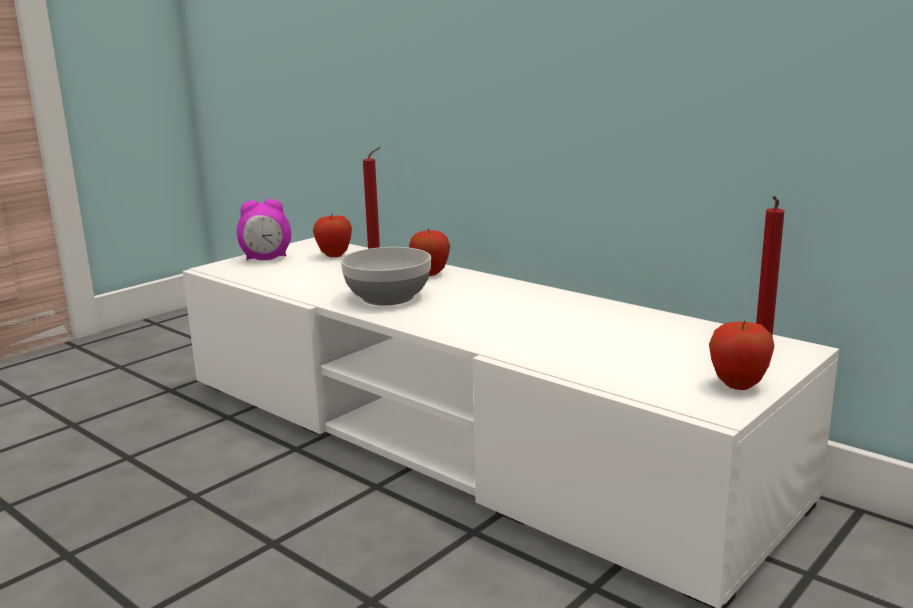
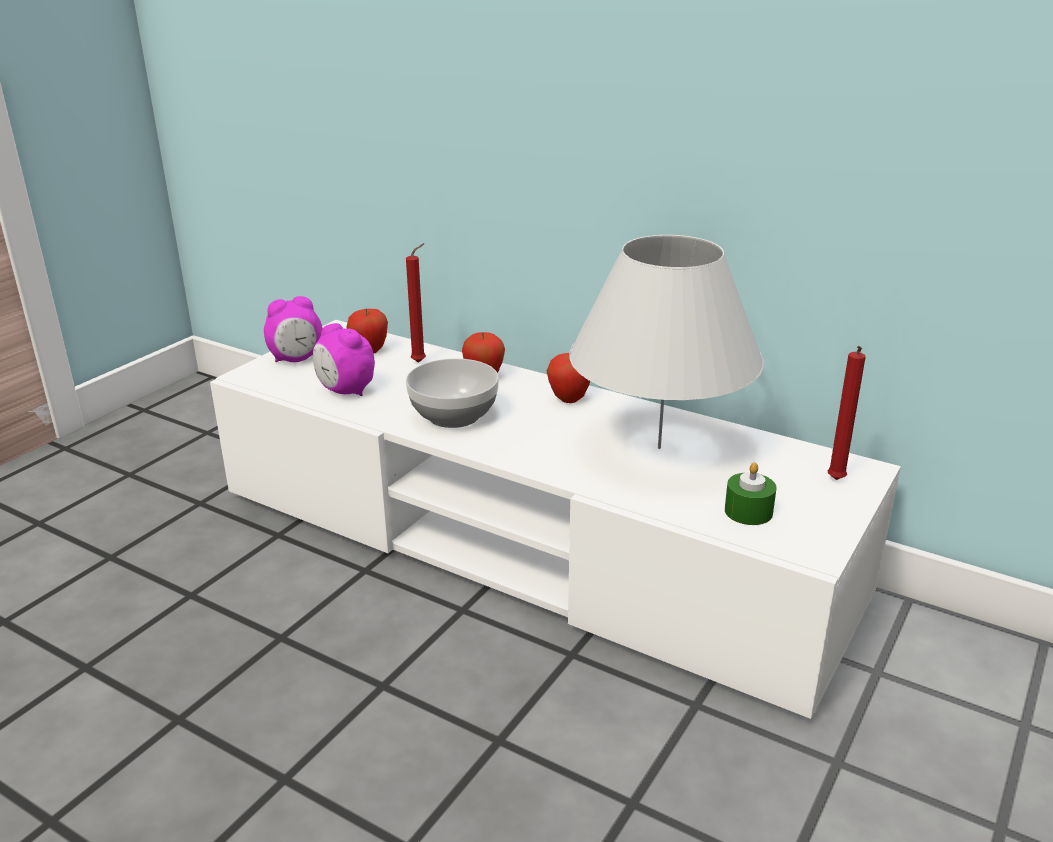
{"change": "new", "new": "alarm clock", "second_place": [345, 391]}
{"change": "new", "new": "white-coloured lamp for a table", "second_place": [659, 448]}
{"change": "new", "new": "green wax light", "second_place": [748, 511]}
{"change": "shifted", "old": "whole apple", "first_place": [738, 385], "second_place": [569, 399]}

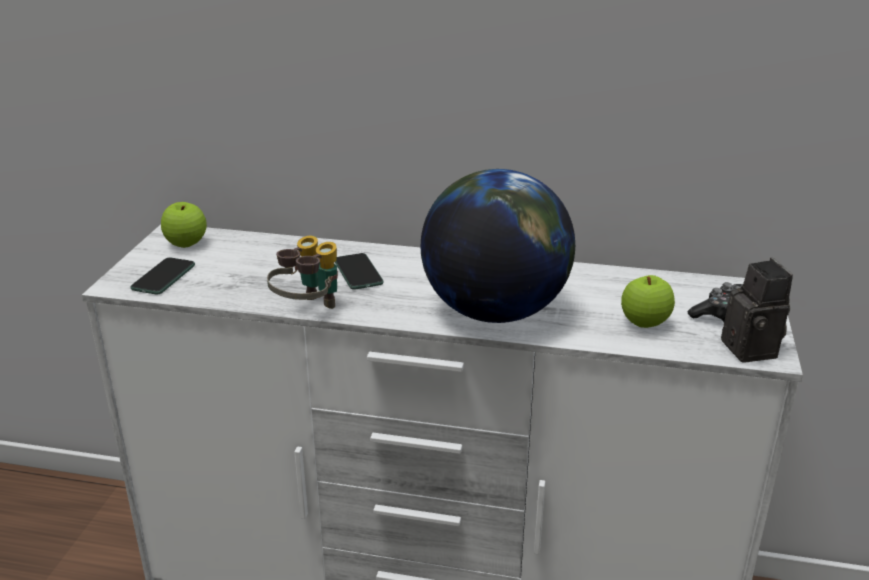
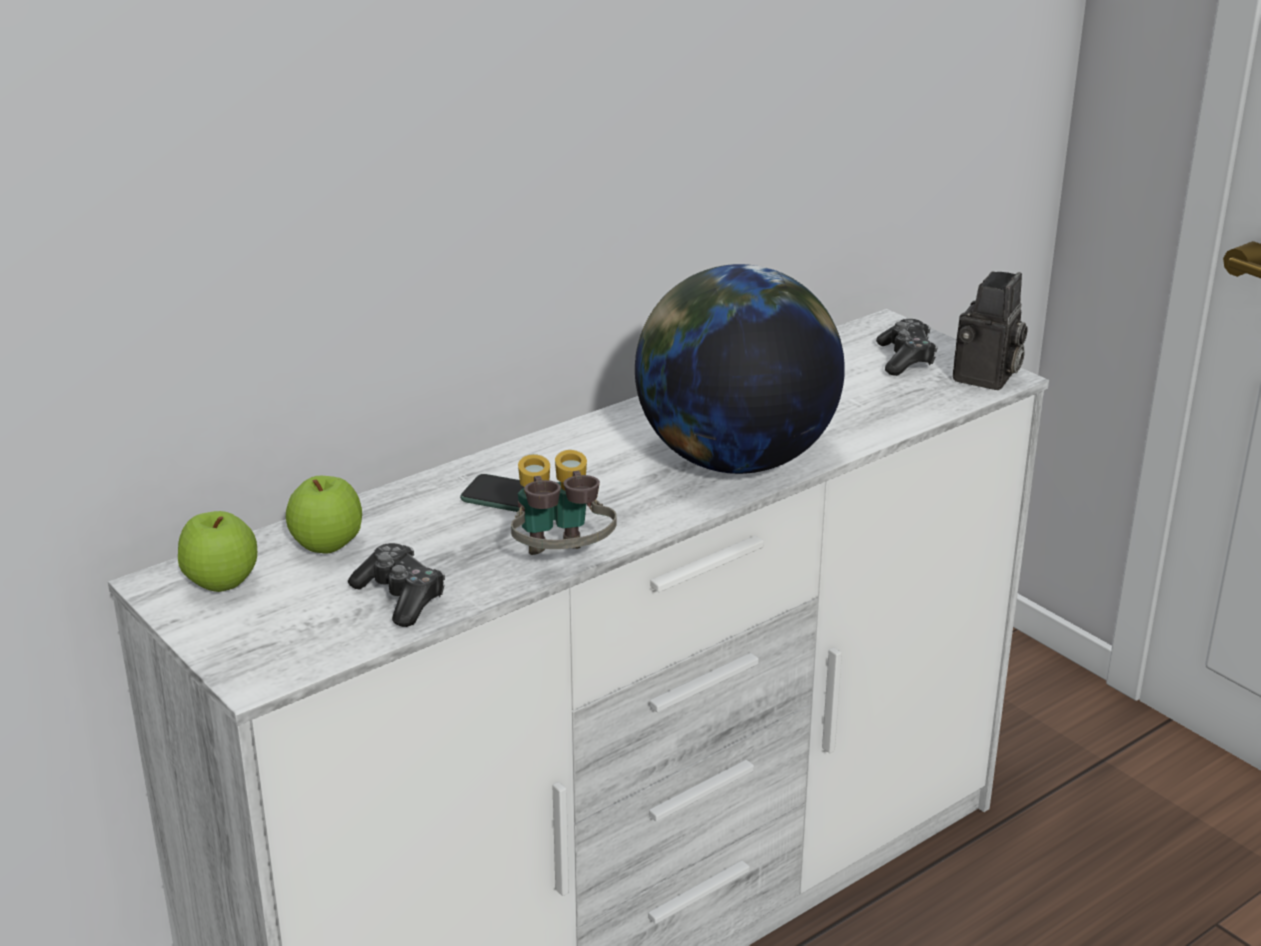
{"change": "gone", "old": "handset", "first_place": [163, 277]}
{"change": "new", "new": "gamepad", "second_place": [401, 597]}
{"change": "shifted", "old": "whole apple", "first_place": [644, 323], "second_place": [327, 546]}
{"change": "rotated", "old": "photo camera", "first_place": [754, 350], "second_place": [986, 378], "degrees": 90}

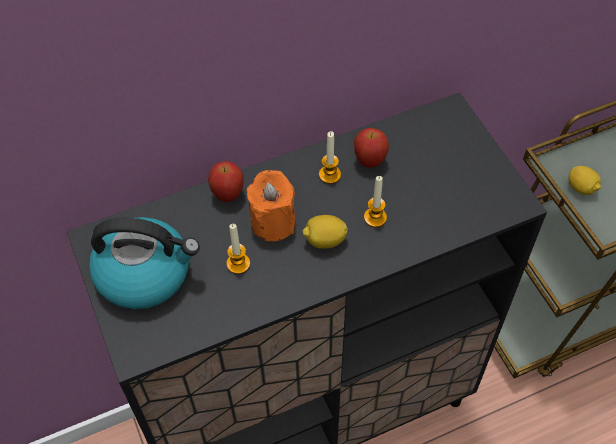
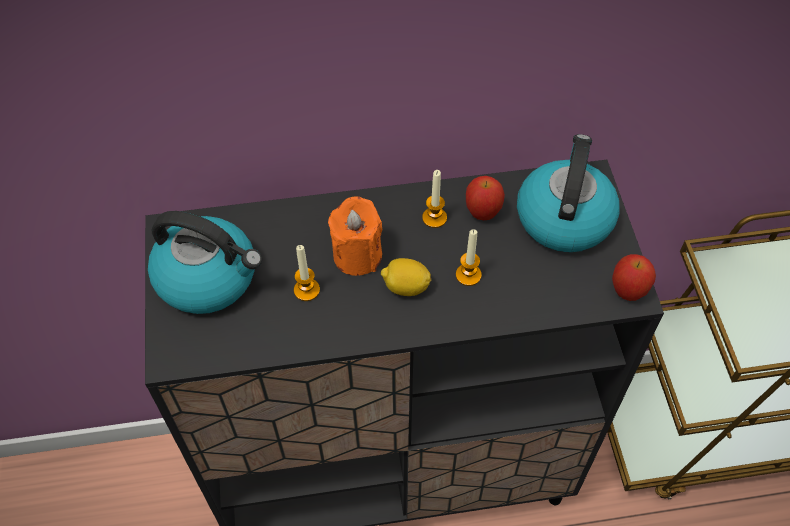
{"change": "gone", "old": "lemon", "first_place": [581, 188]}
{"change": "new", "new": "tea kettle", "second_place": [563, 217]}
{"change": "shifted", "old": "whole apple", "first_place": [228, 195], "second_place": [627, 291]}

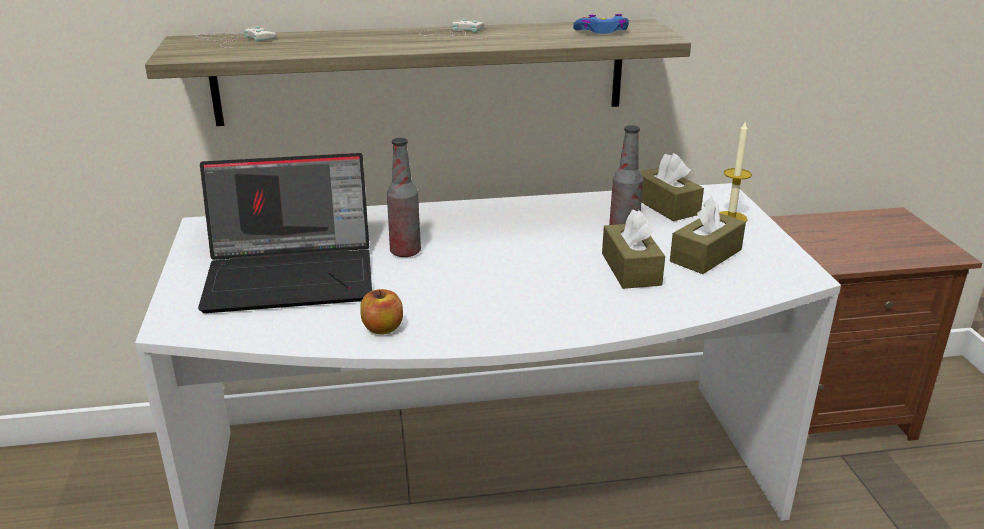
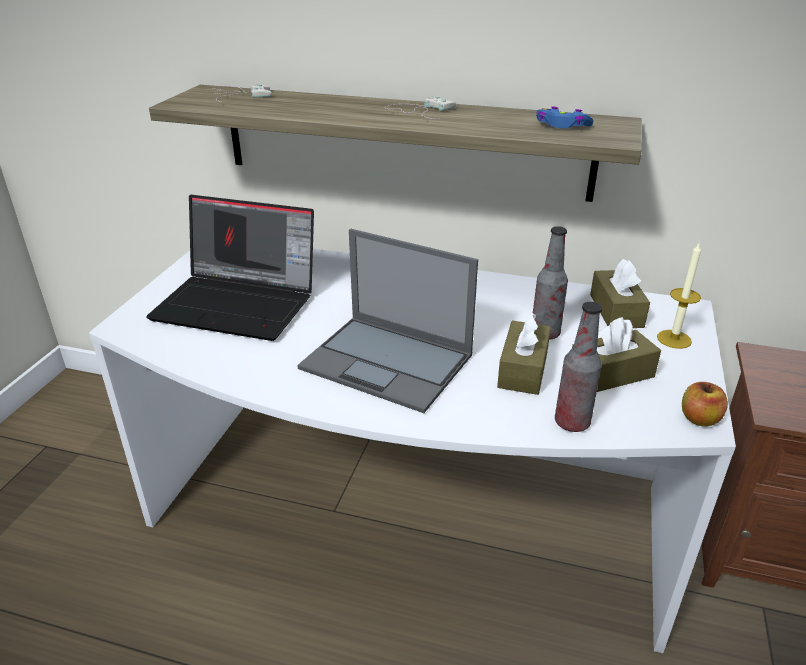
{"change": "new", "new": "laptop", "second_place": [388, 362]}
{"change": "shifted", "old": "whole apple", "first_place": [383, 328], "second_place": [699, 419]}
{"change": "shifted", "old": "beverage bottle", "first_place": [405, 252], "second_place": [572, 423]}

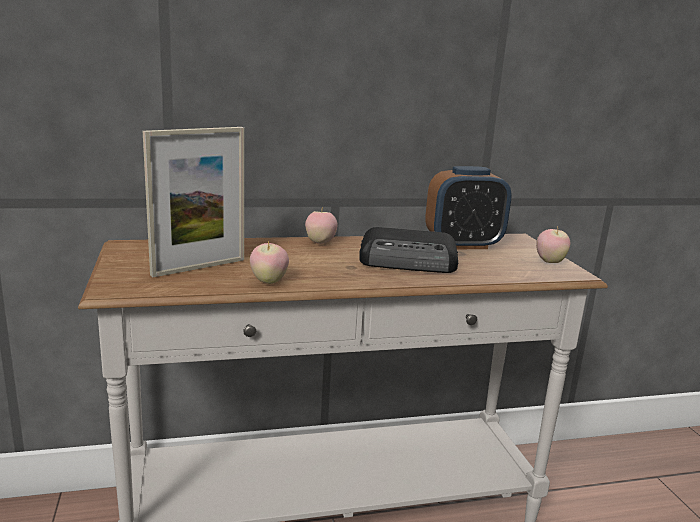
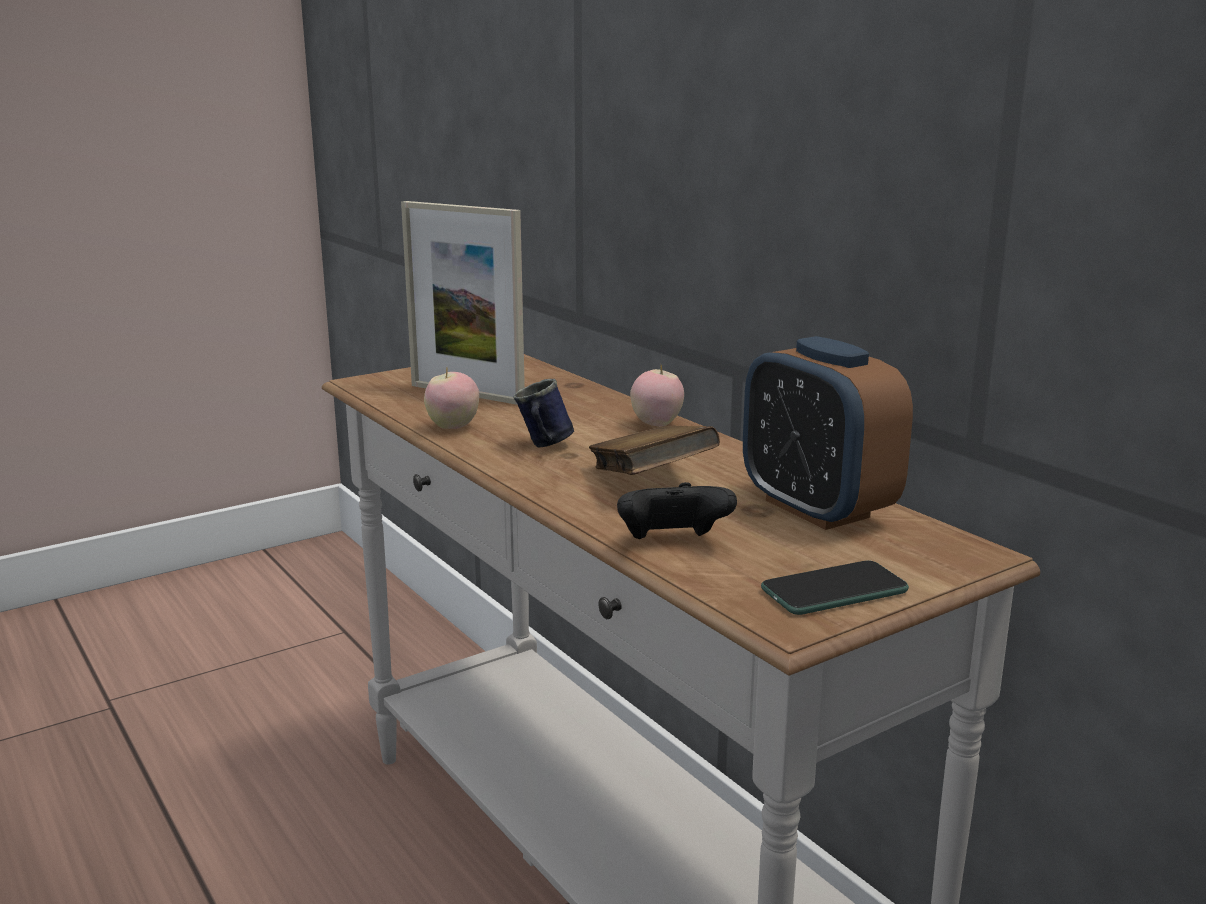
{"change": "new", "new": "blue-coloured mug", "second_place": [543, 447]}
{"change": "new", "new": "black-coloured gamepad", "second_place": [672, 544]}
{"change": "swapped", "old": "radio receiver", "new": "brownish bound book", "first_place": [409, 261], "second_place": [650, 482]}
{"change": "swapped", "old": "whole apple", "new": "handset", "first_place": [550, 261], "second_place": [834, 590]}

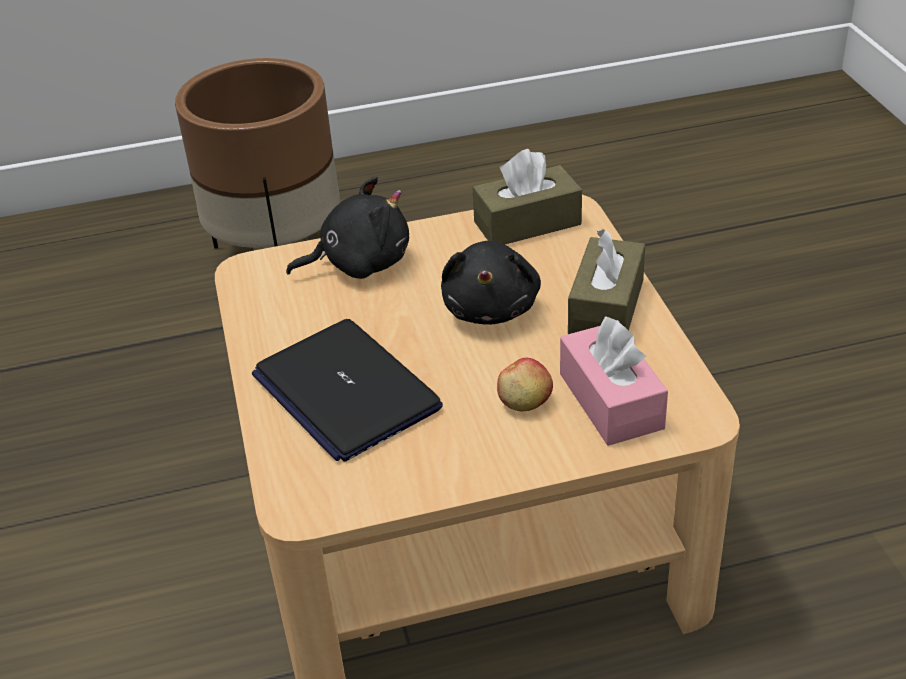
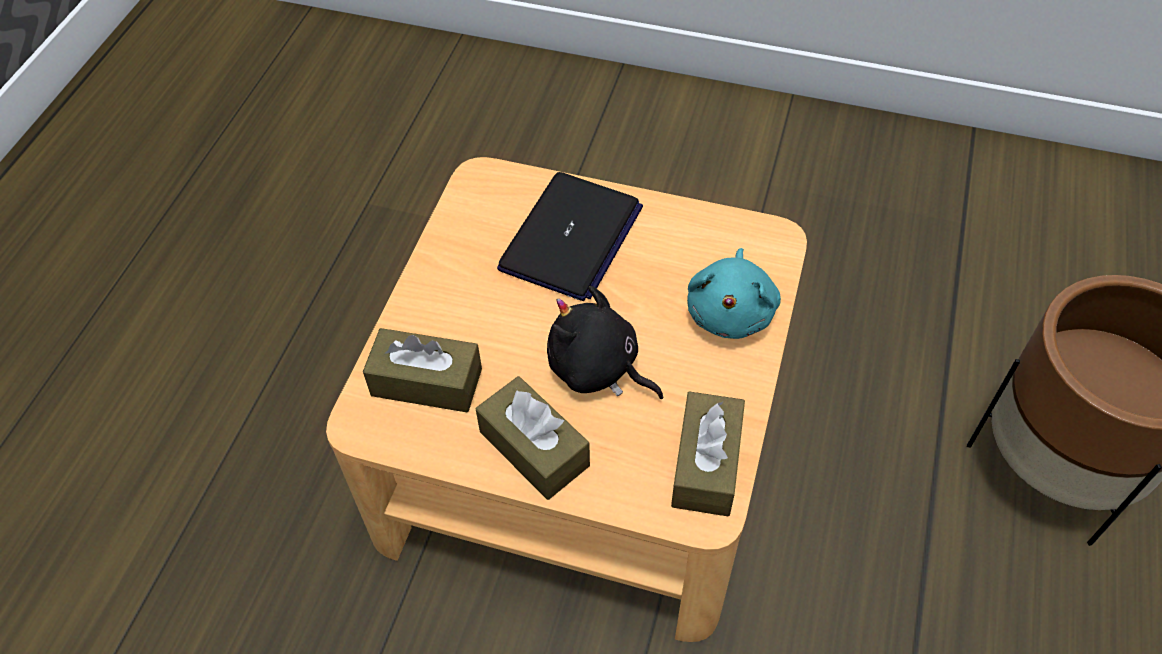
{"change": "gone", "old": "whole apple", "first_place": [525, 402]}
{"change": "repainted", "old": "black-coloured soft toy", "new": "blue-green soft toy", "first_place": [359, 263], "second_place": [731, 311]}
{"change": "repainted", "old": "pinkish box of tissues", "new": "brownish box of tissues", "first_place": [611, 401], "second_place": [426, 382]}
{"change": "rotated", "old": "laptop", "first_place": [345, 391], "second_place": [571, 238], "degrees": 120}

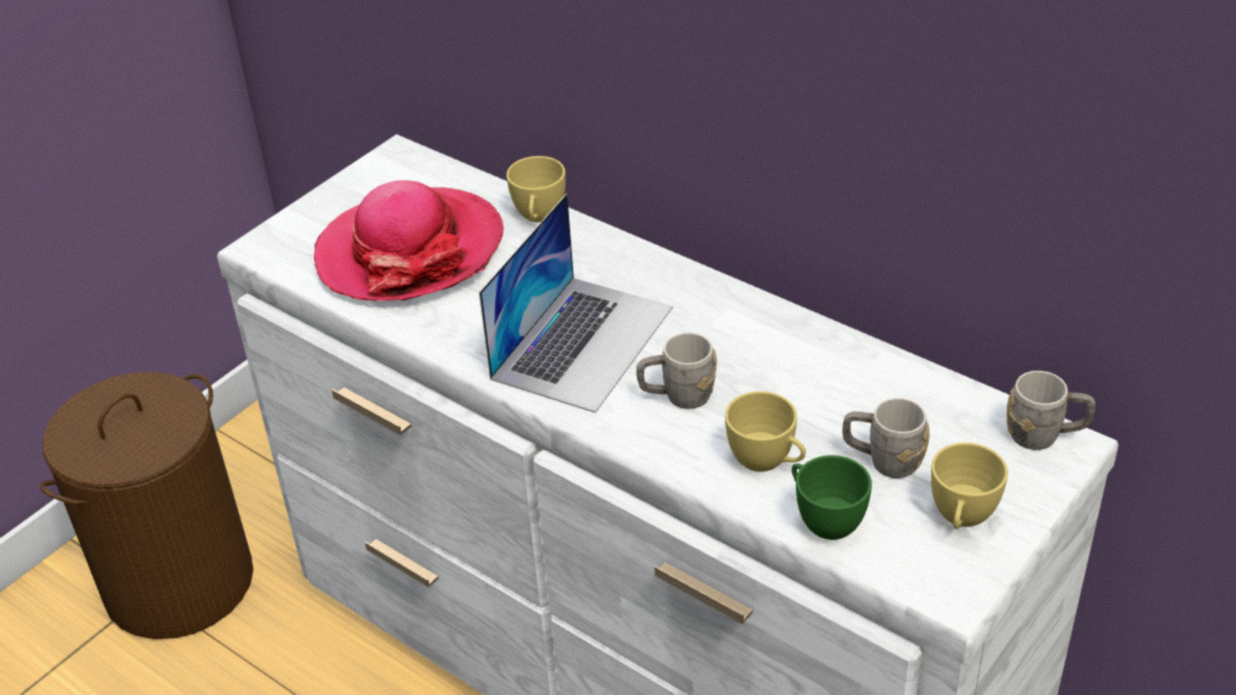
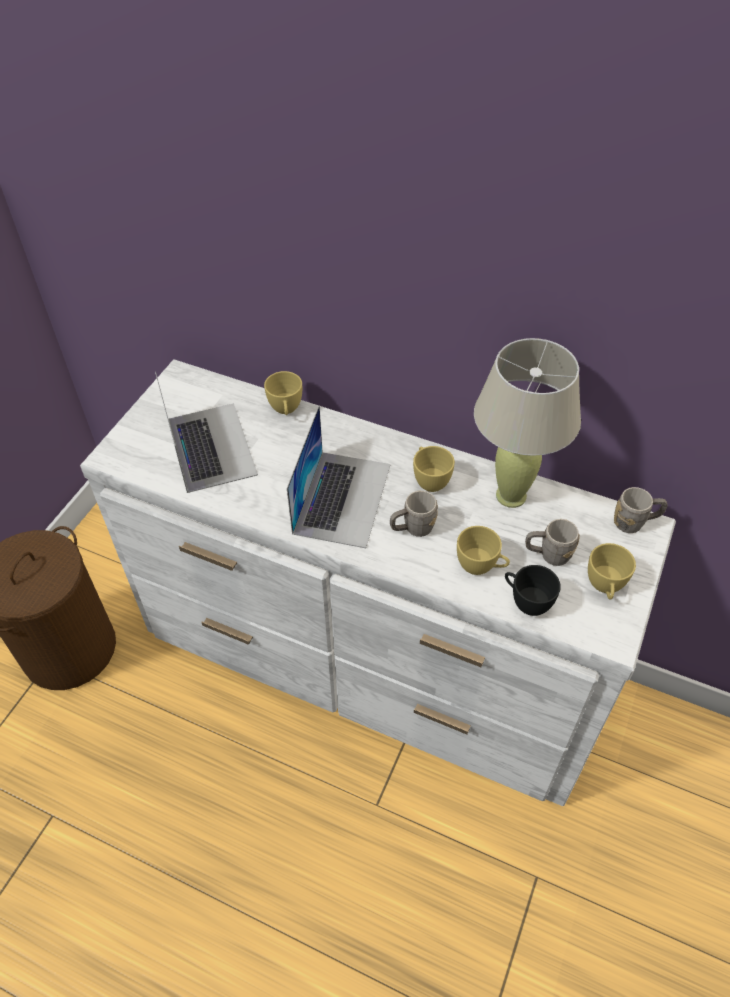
{"change": "new", "new": "yellow-coloured cup", "second_place": [429, 480]}
{"change": "new", "new": "beige lamp for a table", "second_place": [511, 496]}
{"change": "swapped", "old": "wearable hat", "new": "laptop", "first_place": [410, 251], "second_place": [210, 446]}
{"change": "repainted", "old": "green cup", "new": "black-coloured cup", "first_place": [824, 520], "second_place": [526, 601]}

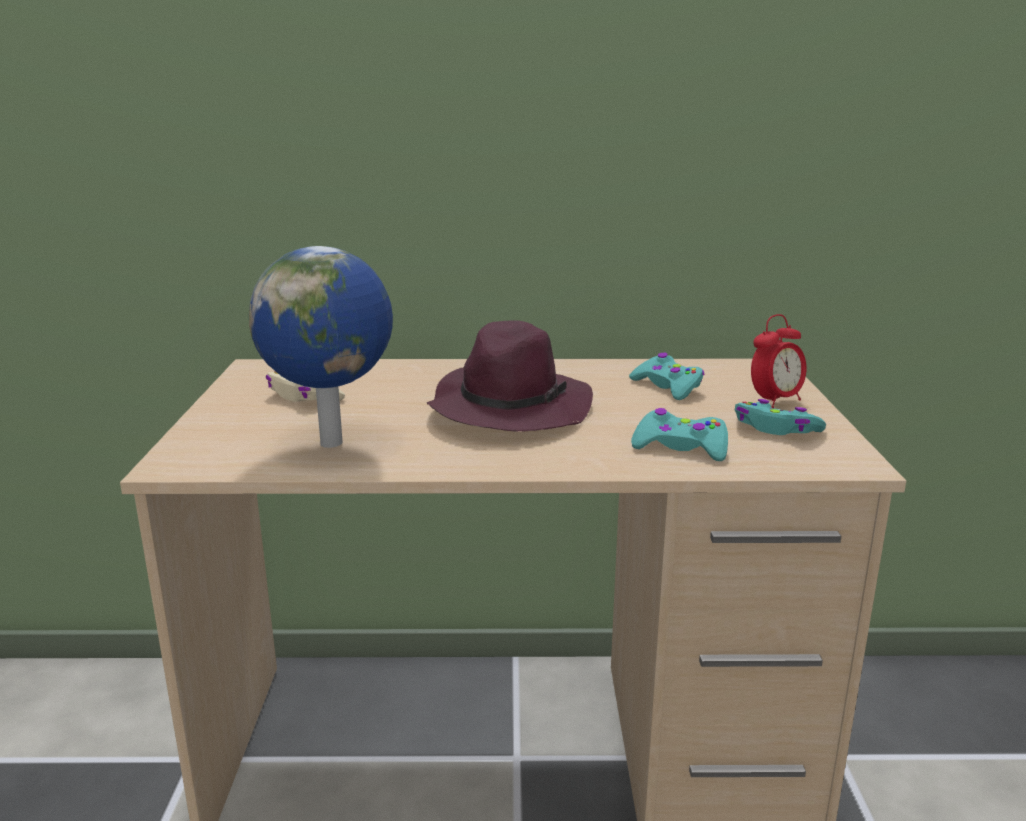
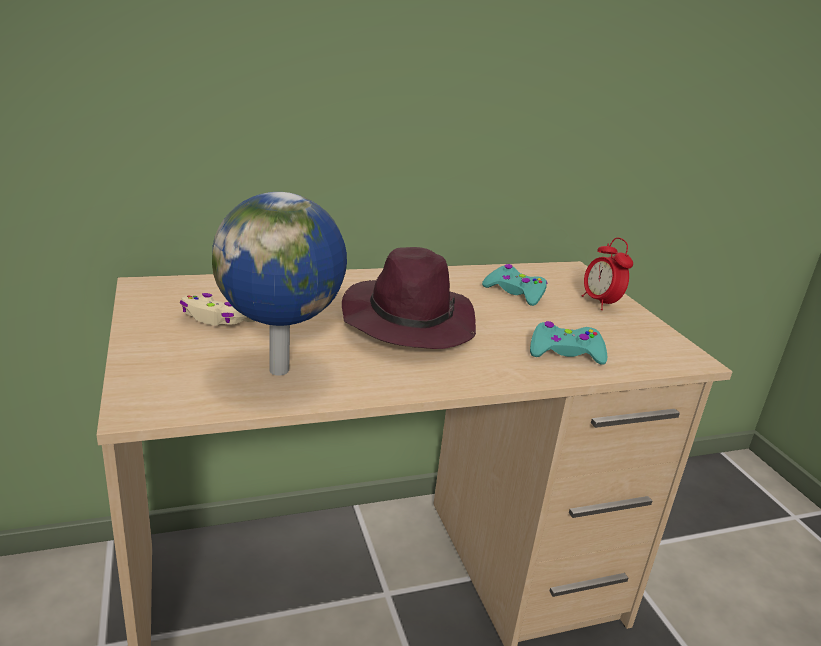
{"change": "gone", "old": "blue-green gamepad", "first_place": [775, 429]}
{"change": "rotated", "old": "alarm clock", "first_place": [775, 401], "second_place": [600, 303], "degrees": 120}

